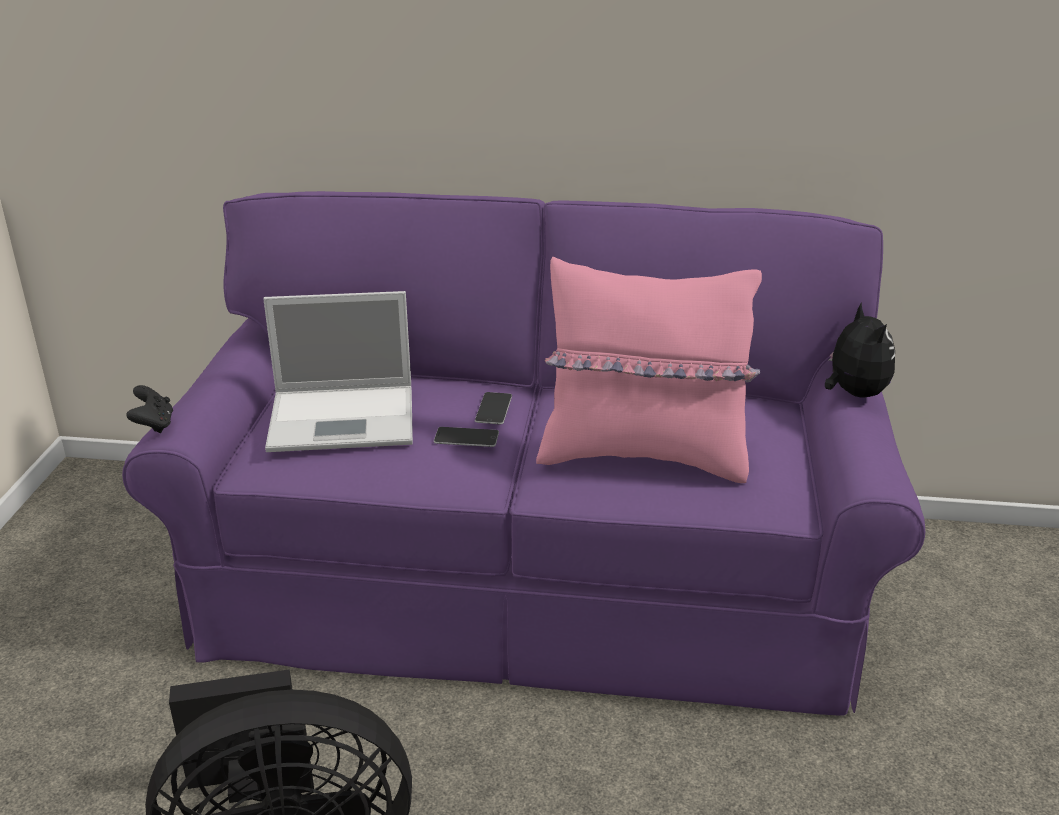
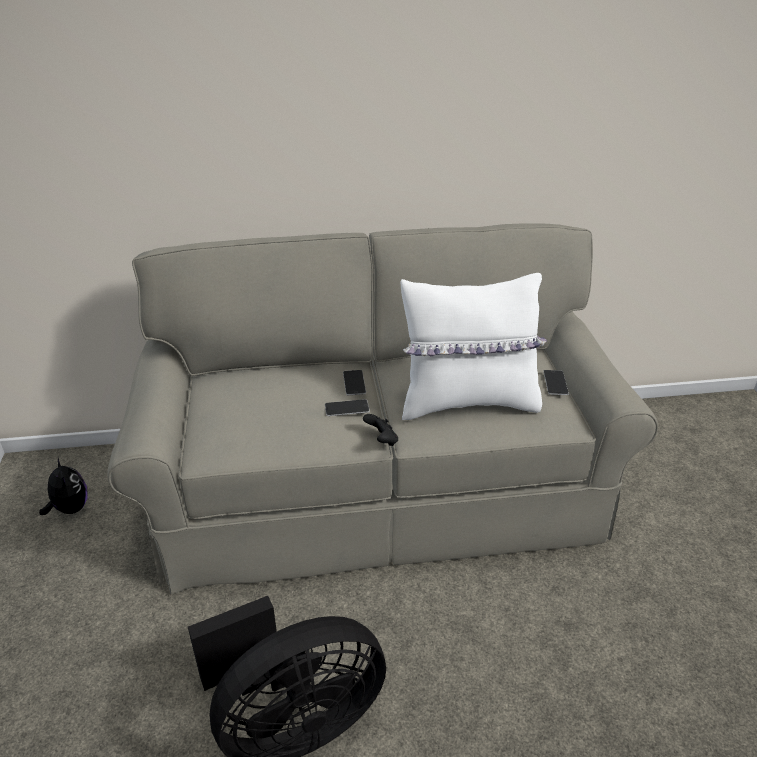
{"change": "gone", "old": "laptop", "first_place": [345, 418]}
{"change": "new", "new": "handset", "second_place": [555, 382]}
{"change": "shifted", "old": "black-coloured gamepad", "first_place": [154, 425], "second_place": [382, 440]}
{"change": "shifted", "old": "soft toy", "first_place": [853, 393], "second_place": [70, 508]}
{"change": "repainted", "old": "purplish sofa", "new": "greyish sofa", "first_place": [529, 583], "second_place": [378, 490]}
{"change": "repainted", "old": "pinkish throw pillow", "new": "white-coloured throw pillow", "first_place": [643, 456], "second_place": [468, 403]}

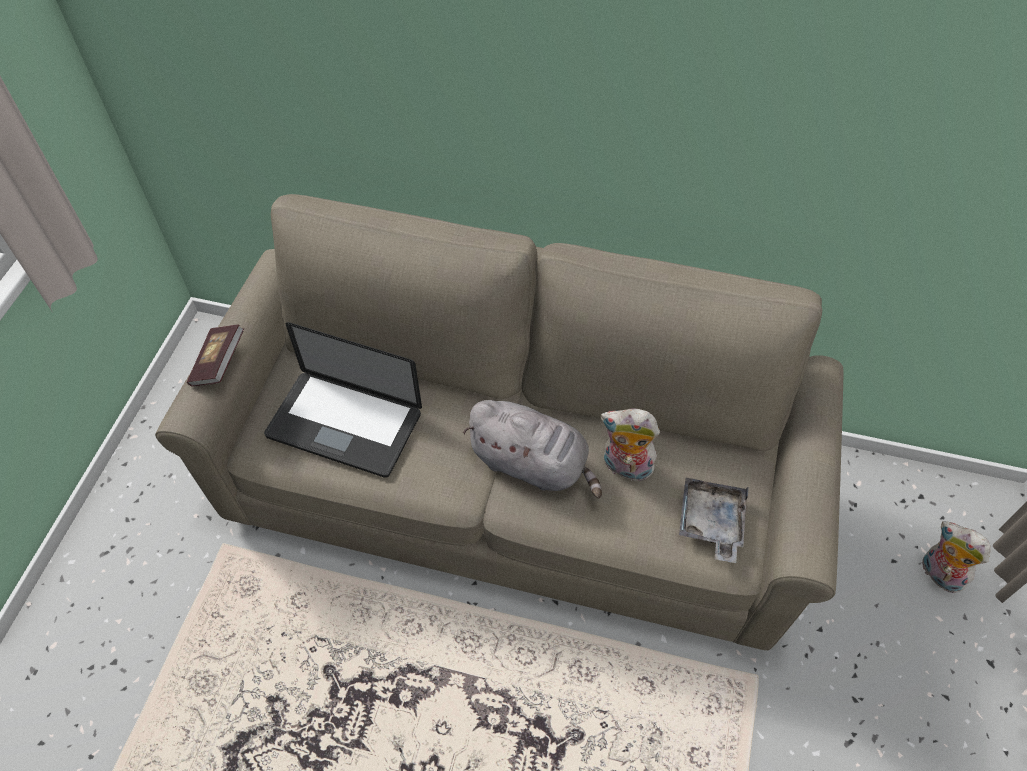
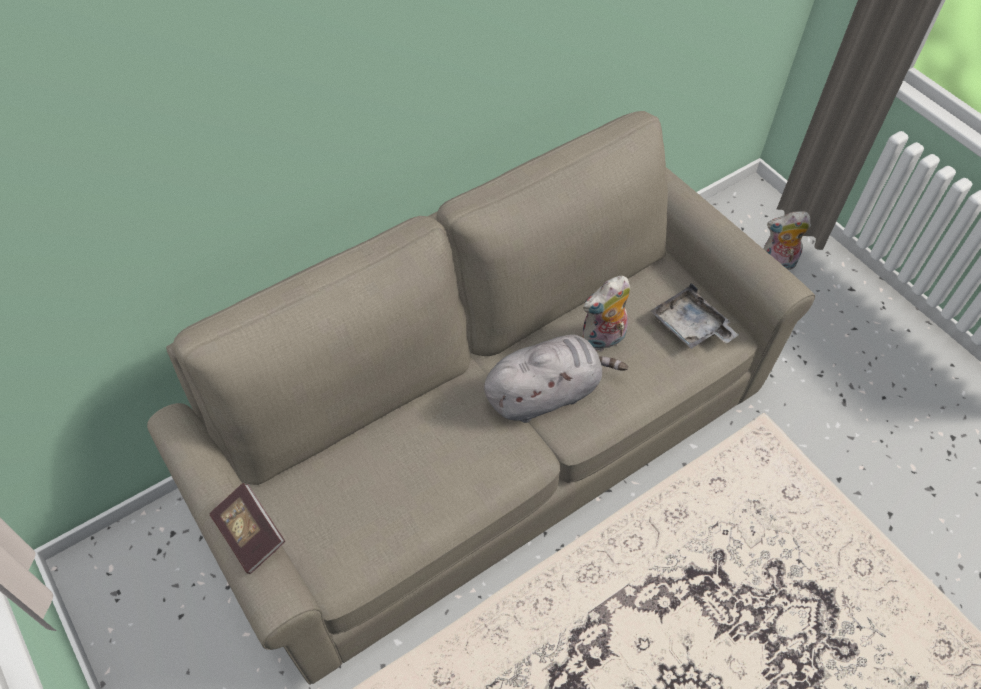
{"change": "gone", "old": "laptop", "first_place": [344, 425]}

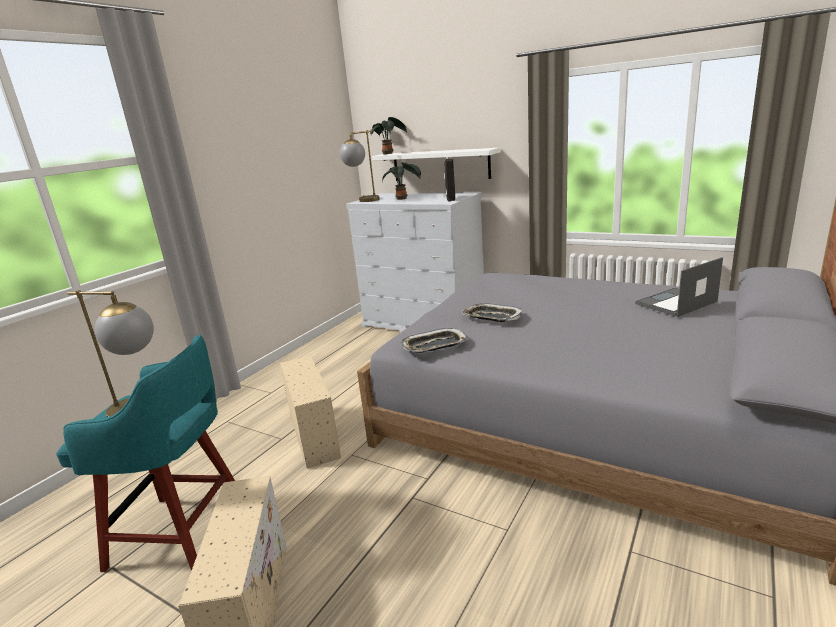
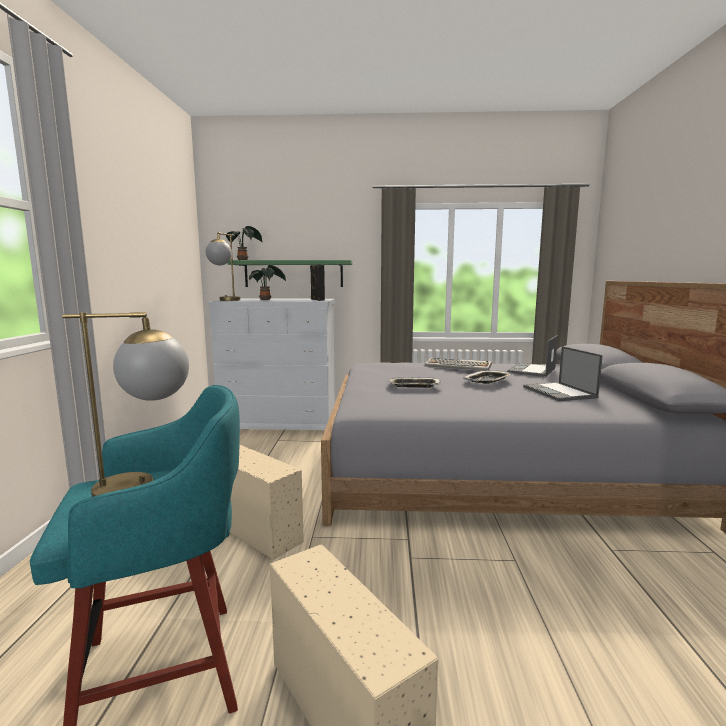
{"change": "new", "new": "PC keyboard", "second_place": [458, 366]}
{"change": "new", "new": "laptop", "second_place": [560, 392]}
{"change": "shifted", "old": "serving tray", "first_place": [434, 346], "second_place": [488, 380]}
{"change": "repainted", "old": "white-coloured shelf", "new": "green shelf", "first_place": [440, 165], "second_place": [293, 274]}

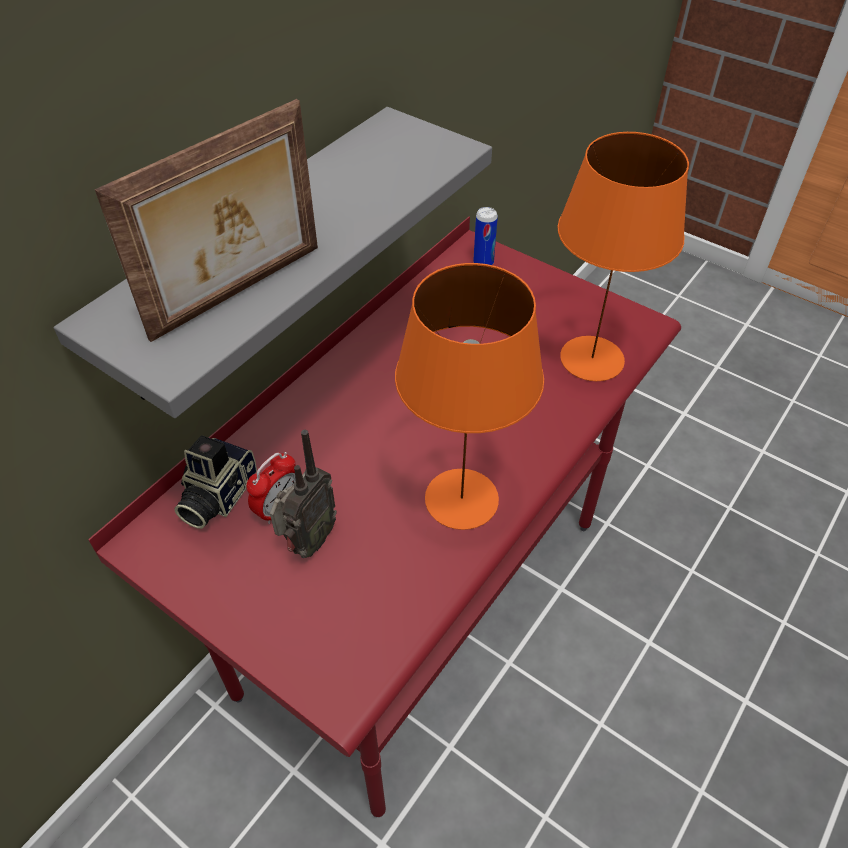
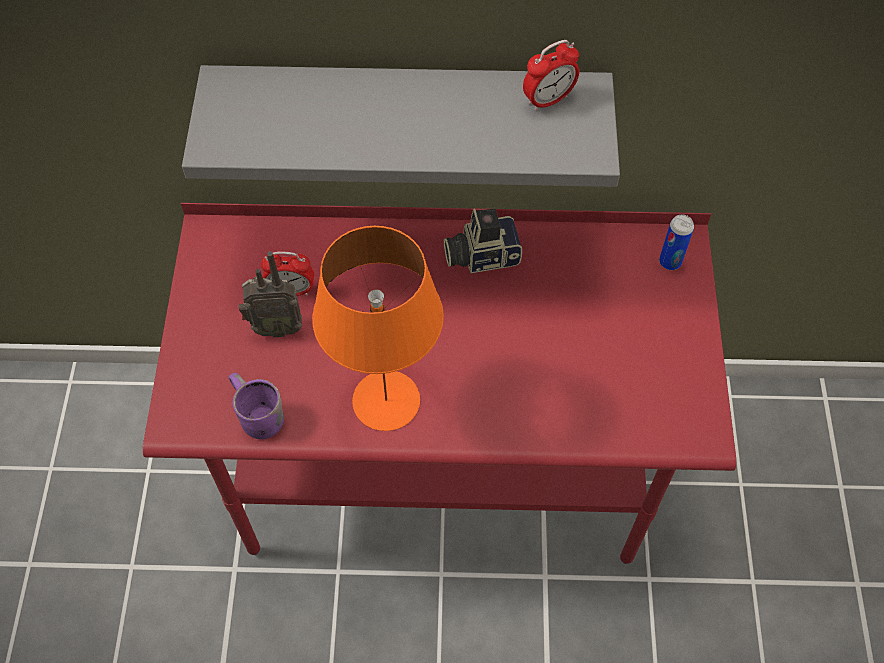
{"change": "gone", "old": "picture frame", "first_place": [240, 293]}
{"change": "gone", "old": "orangey lamp for a table", "first_place": [592, 357]}
{"change": "new", "new": "purplish mug", "second_place": [254, 416]}
{"change": "new", "new": "alarm clock", "second_place": [548, 100]}
{"change": "shifted", "old": "photo camera", "first_place": [216, 496], "second_place": [481, 255]}

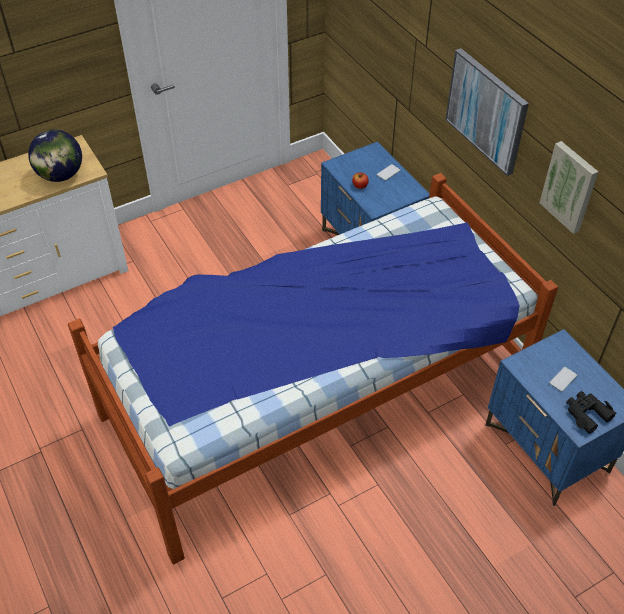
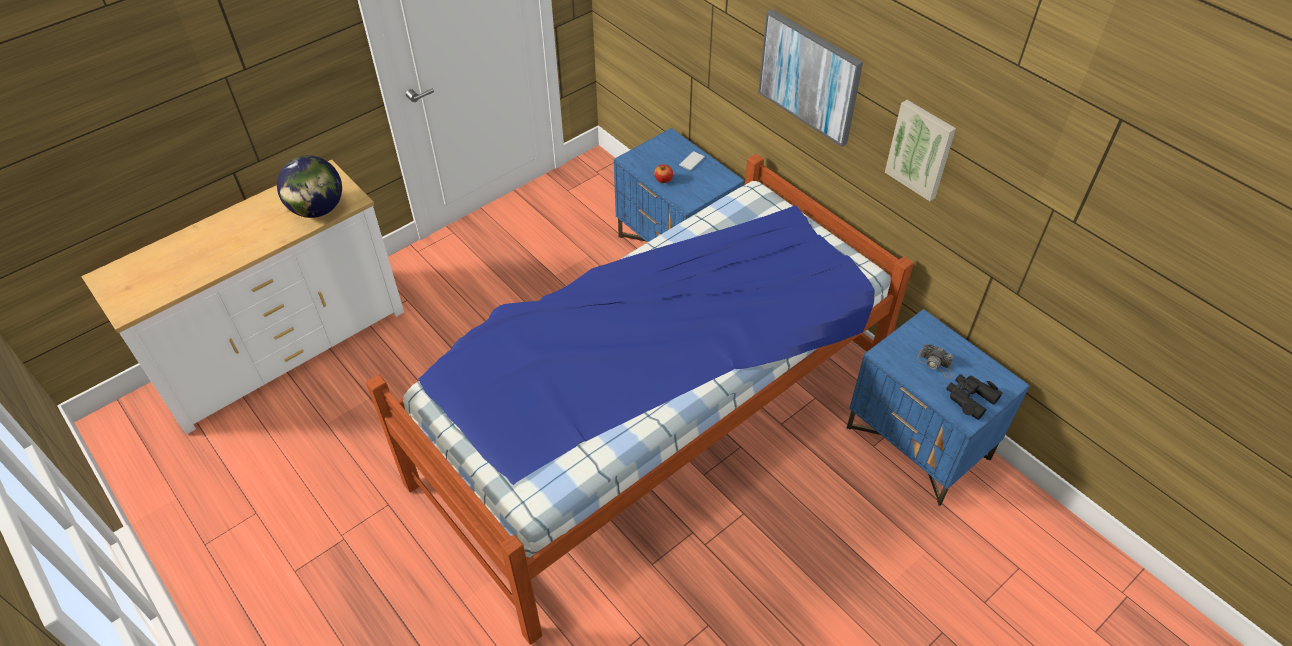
{"change": "swapped", "old": "handset", "new": "photo camera", "first_place": [563, 379], "second_place": [935, 364]}

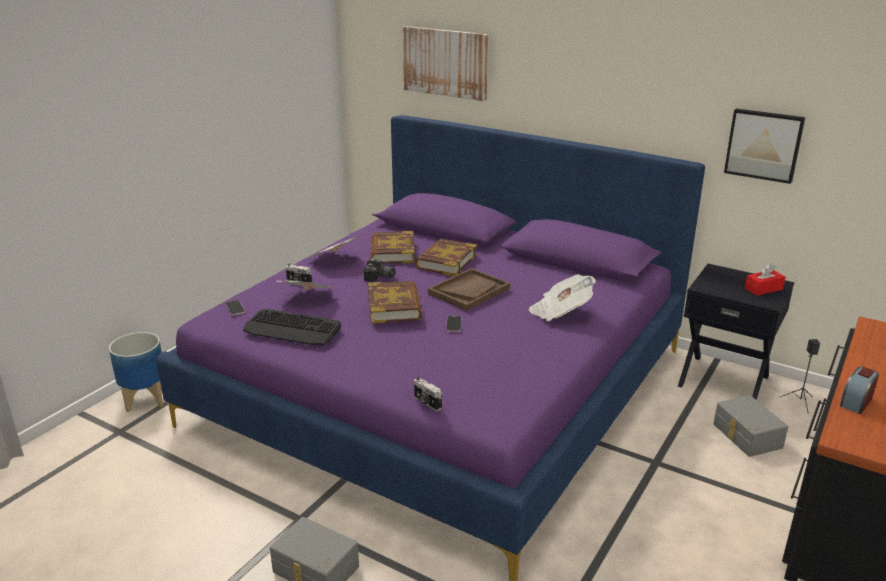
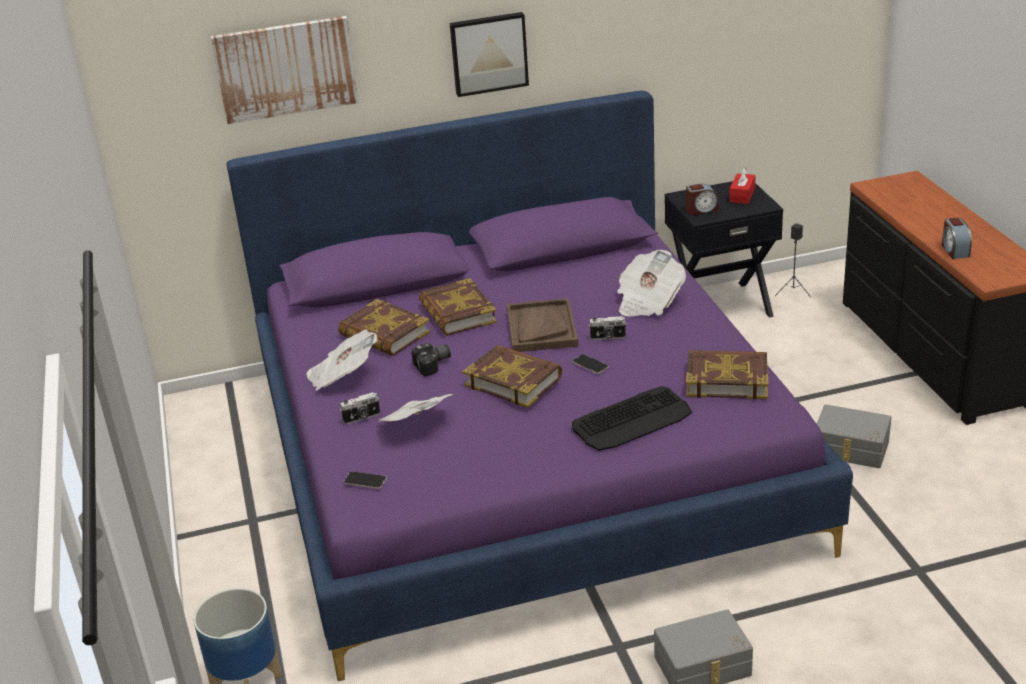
{"change": "new", "new": "alarm clock", "second_place": [701, 210]}
{"change": "new", "new": "bound book", "second_place": [726, 380]}
{"change": "shifted", "old": "PC keyboard", "first_place": [292, 329], "second_place": [632, 420]}
{"change": "shifted", "old": "photo camera", "first_place": [426, 403], "second_place": [608, 337]}
{"change": "shifted", "old": "greyish storage bin", "first_place": [746, 436], "second_place": [850, 449]}
{"change": "shifted", "old": "picture", "first_place": [764, 145], "second_place": [488, 53]}

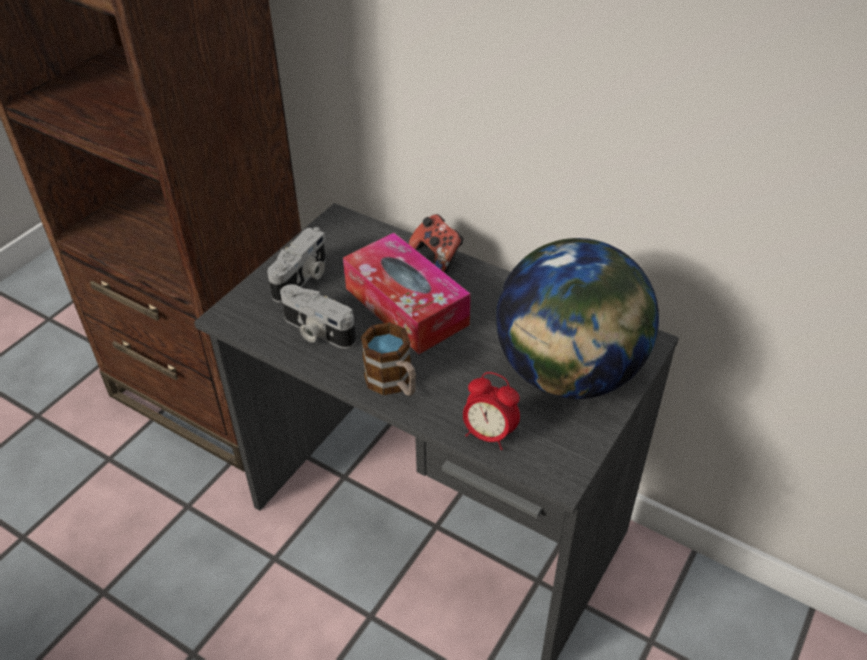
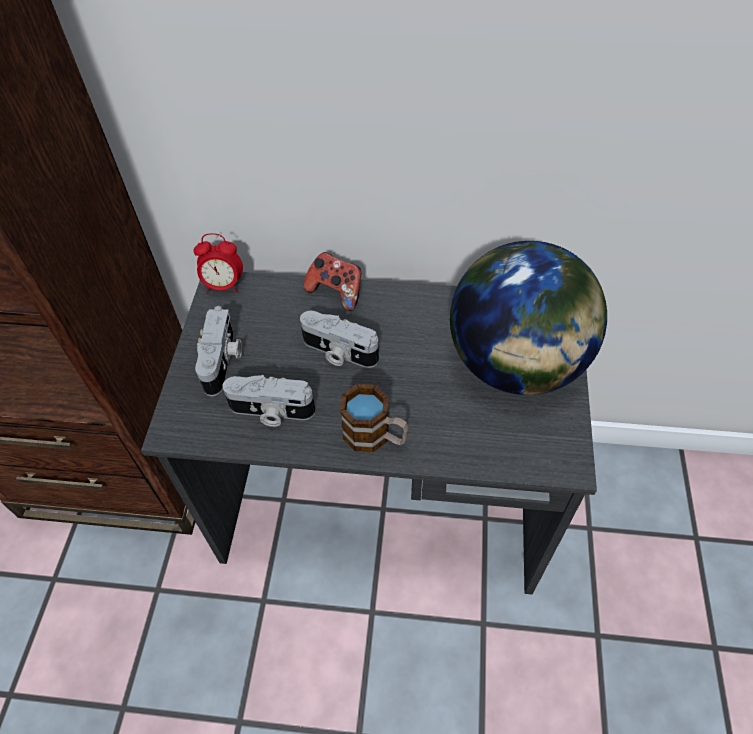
{"change": "shifted", "old": "alarm clock", "first_place": [489, 434], "second_place": [224, 286]}
{"change": "swapped", "old": "box of tissues", "new": "photo camera", "first_place": [406, 306], "second_place": [338, 352]}

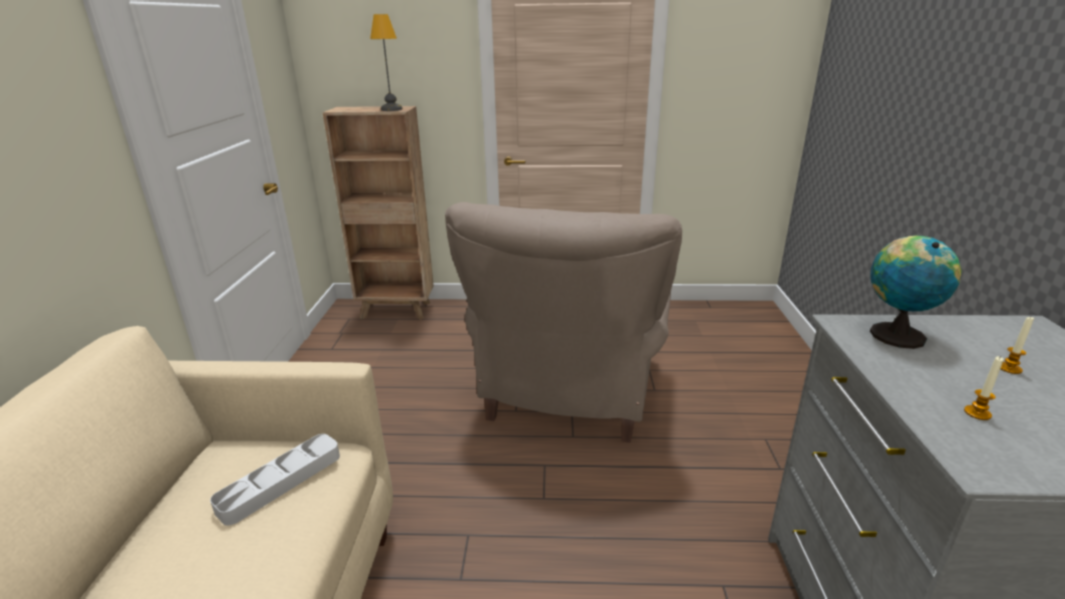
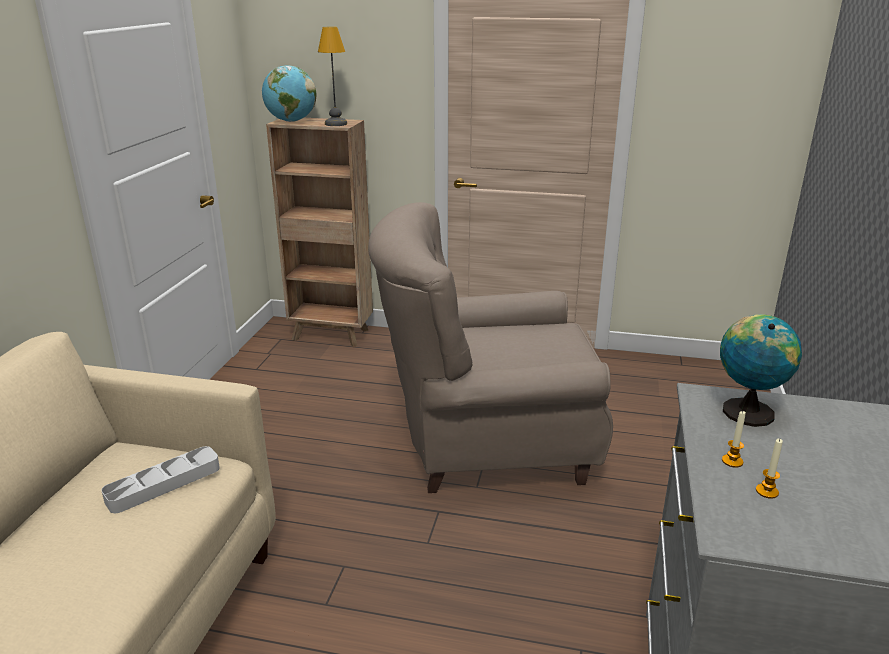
{"change": "new", "new": "globe", "second_place": [291, 121]}
{"change": "shifted", "old": "wax light", "first_place": [1009, 368], "second_place": [732, 461]}
{"change": "rotated", "old": "beige lounge chair", "first_place": [568, 394], "second_place": [486, 443], "degrees": 60}

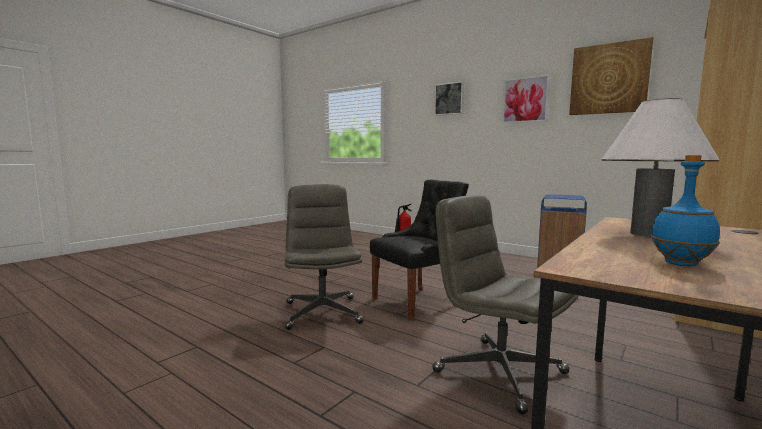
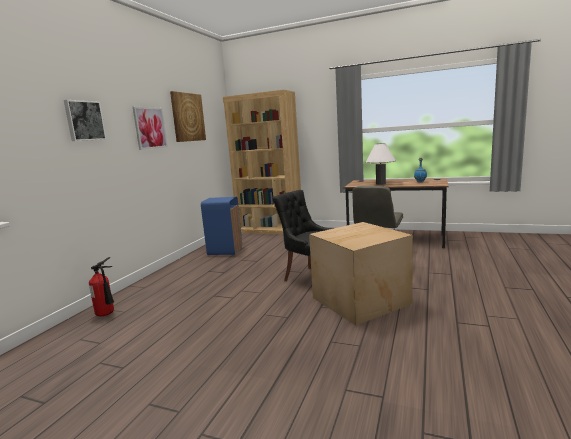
{"change": "swapped", "old": "greyish computer chair", "new": "packing box", "first_place": [322, 312], "second_place": [359, 300]}

